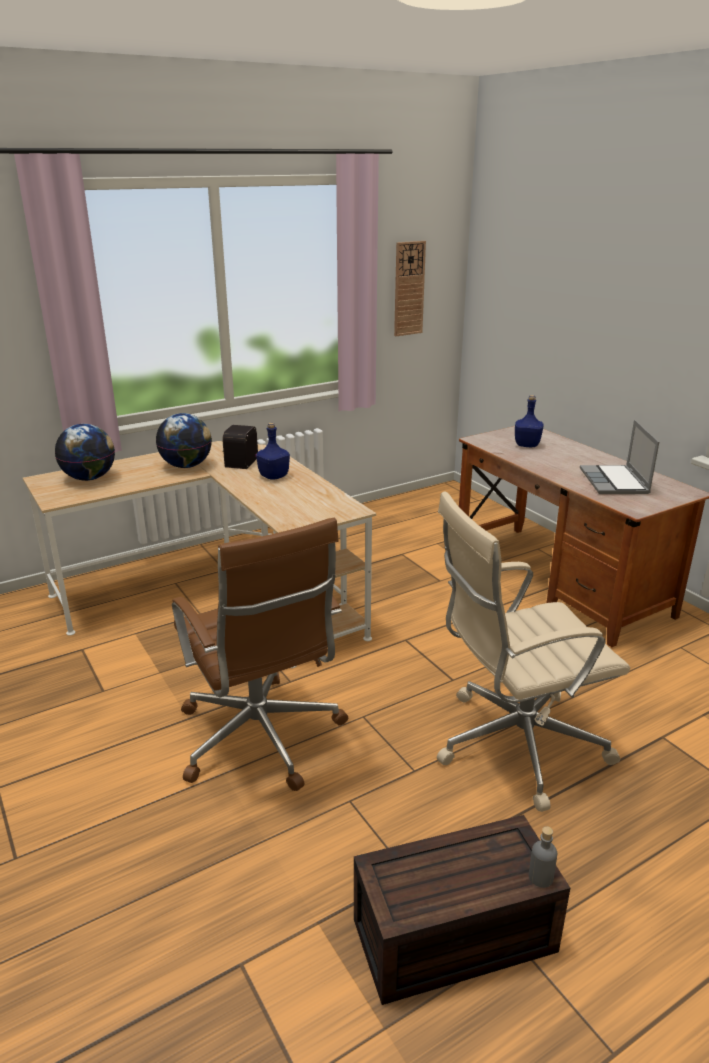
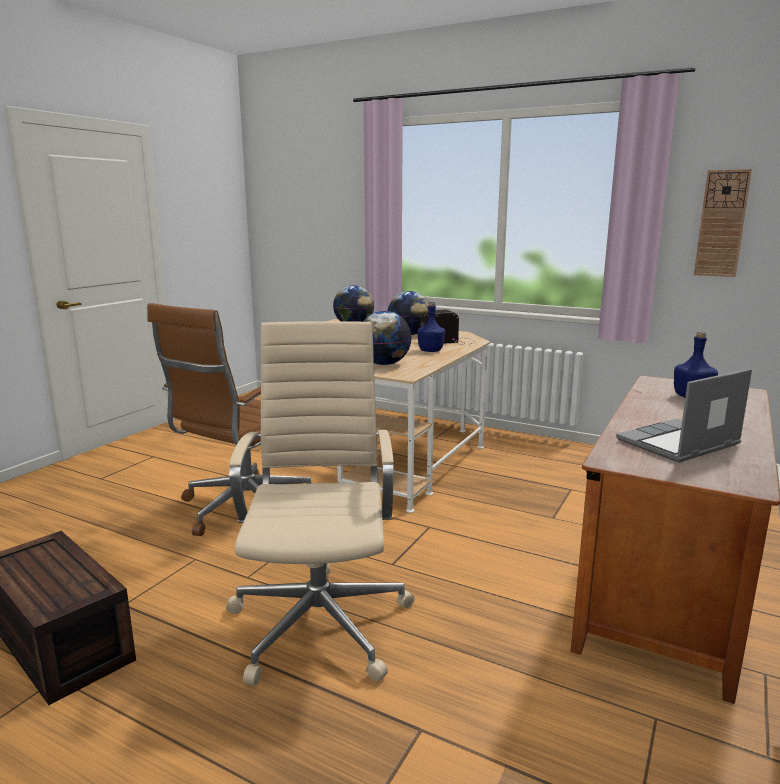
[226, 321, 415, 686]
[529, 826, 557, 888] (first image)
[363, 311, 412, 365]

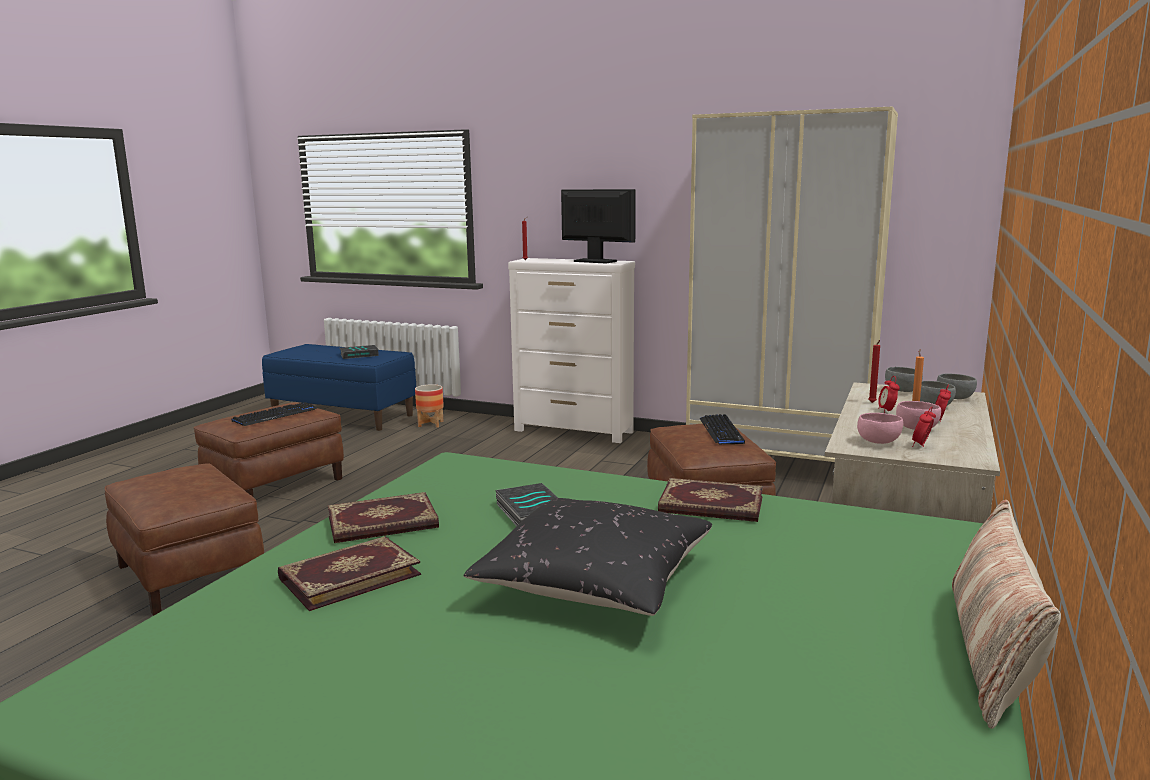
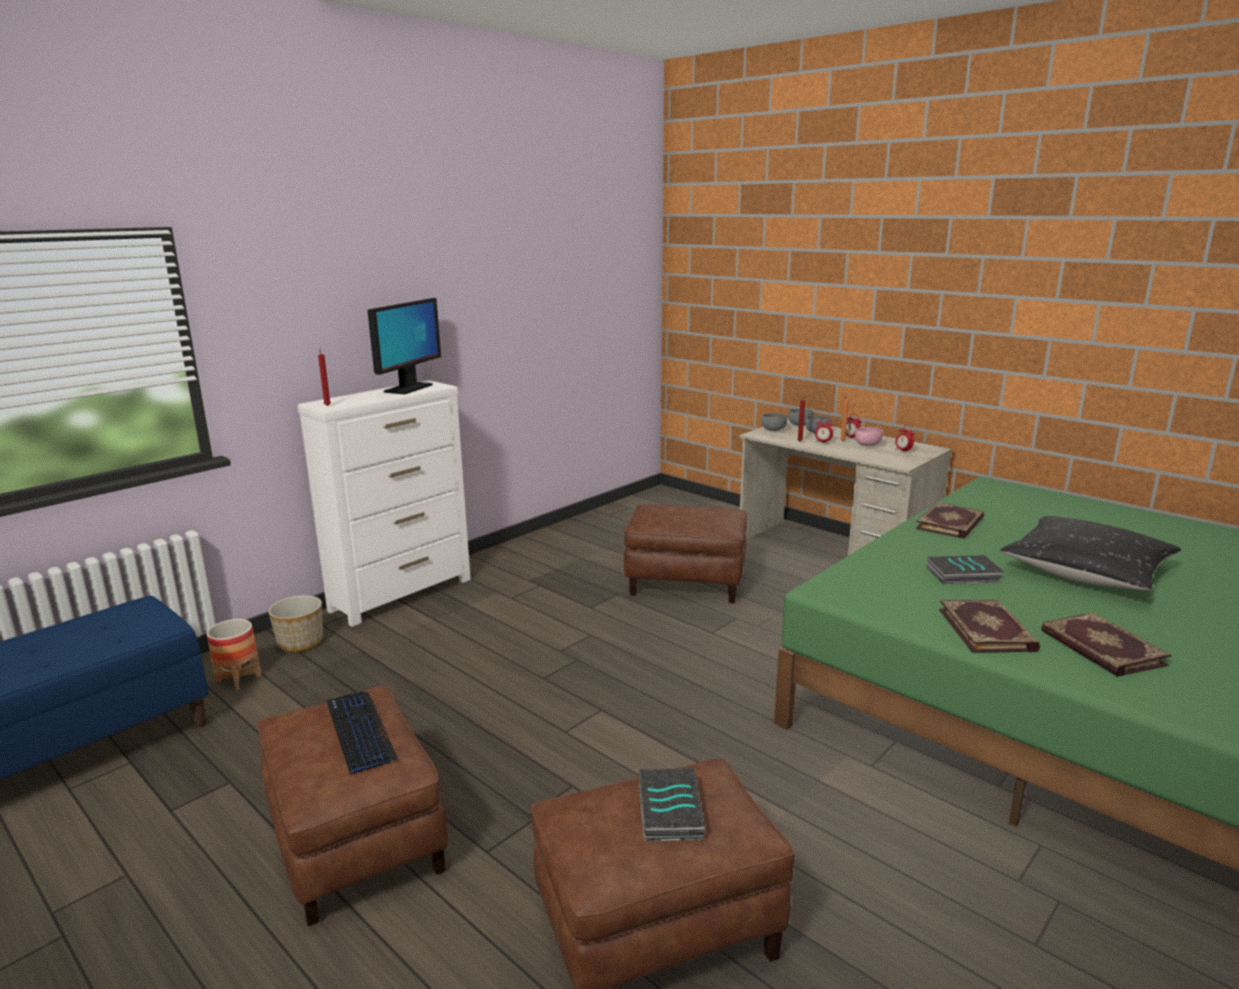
[639, 768, 705, 841]
[367, 298, 441, 395]
[686, 107, 898, 462] (first image)
[699, 414, 745, 444] (first image)
[857, 413, 903, 444] (first image)
[952, 500, 1061, 729] (first image)
[268, 595, 323, 652]

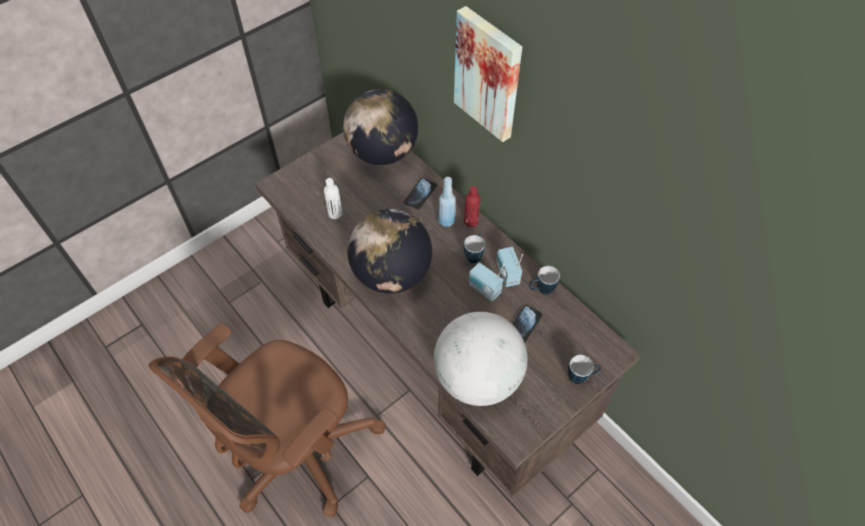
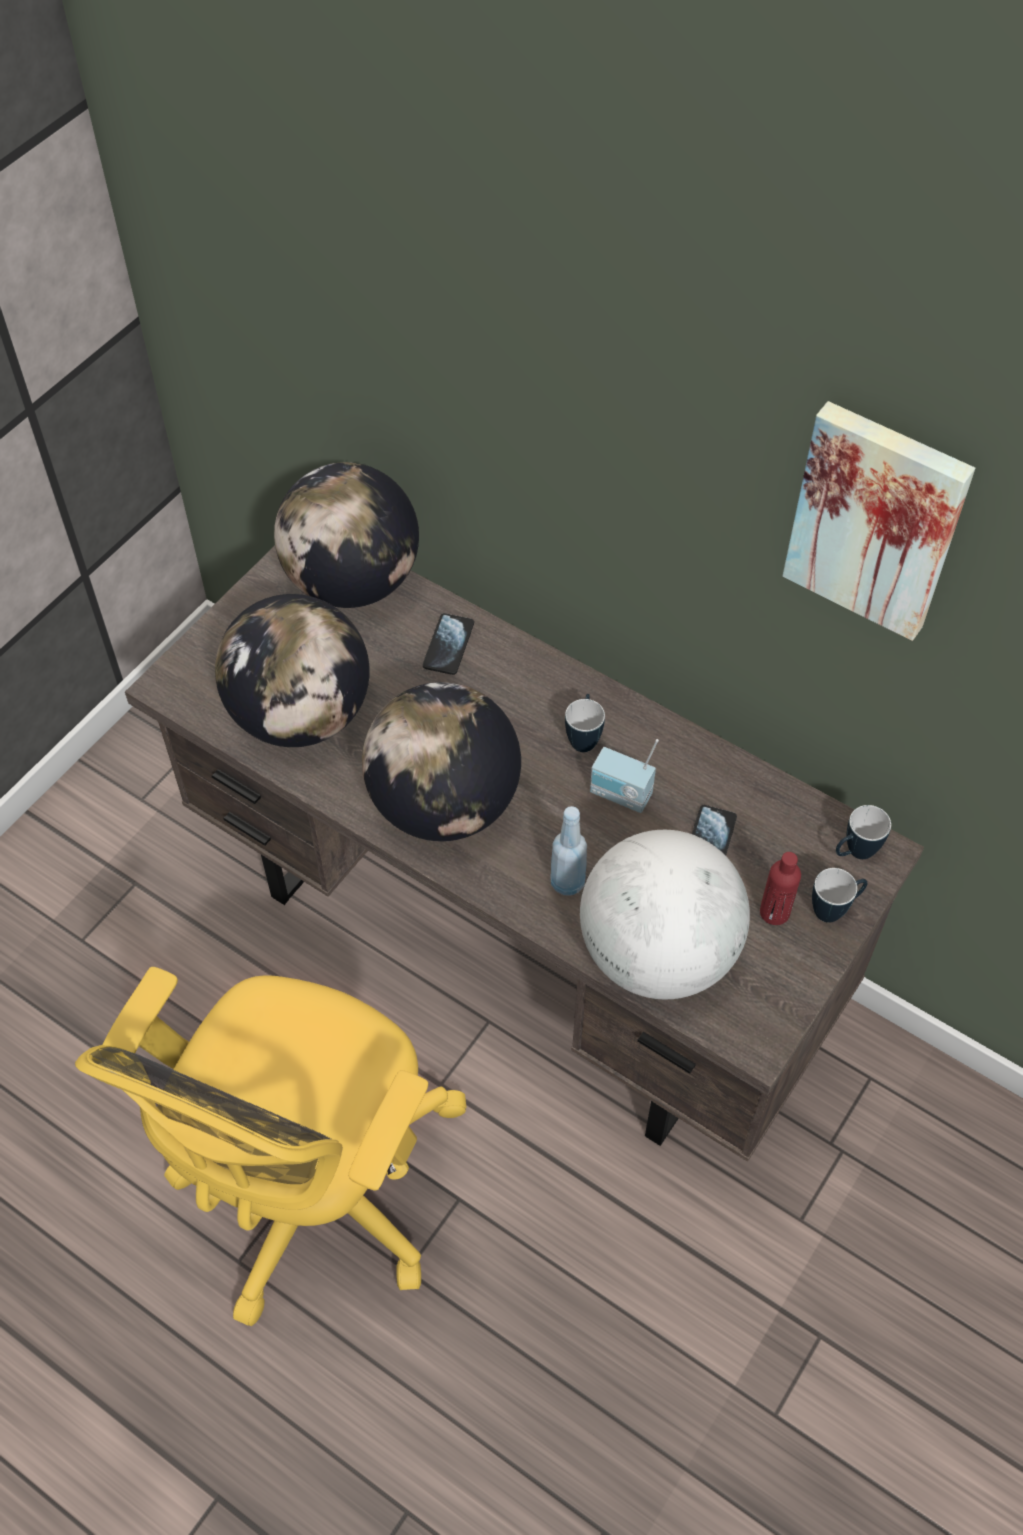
[75, 967, 467, 1326]
[215, 594, 370, 747]
[550, 806, 587, 896]
[783, 401, 975, 641]
[760, 852, 801, 925]
[497, 247, 523, 287] (first image)
[836, 805, 891, 859]

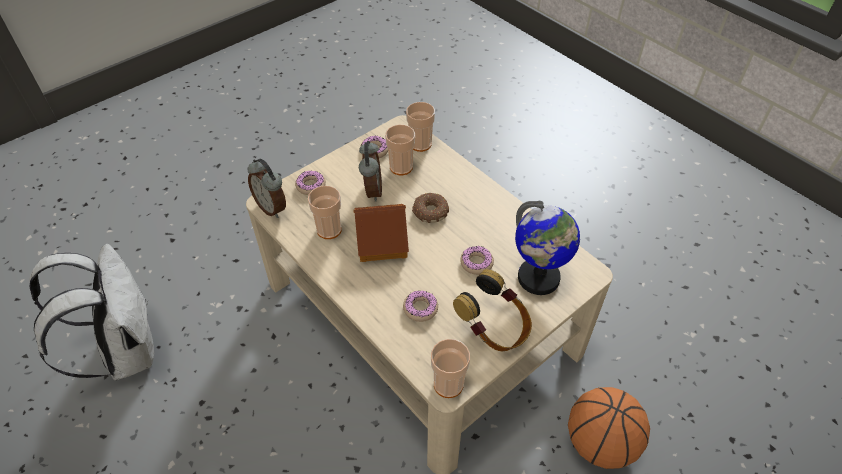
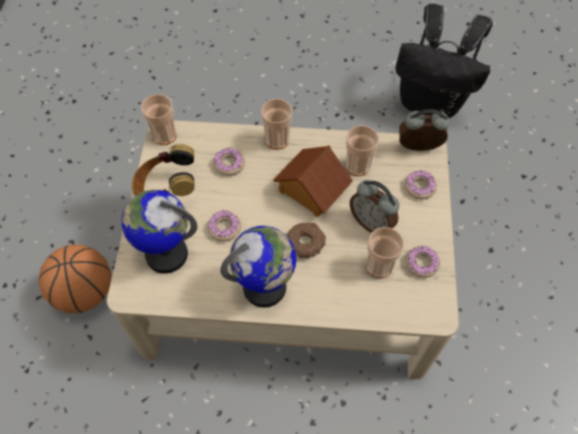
[395, 4, 493, 118]
[261, 99, 292, 150]
[220, 226, 296, 308]

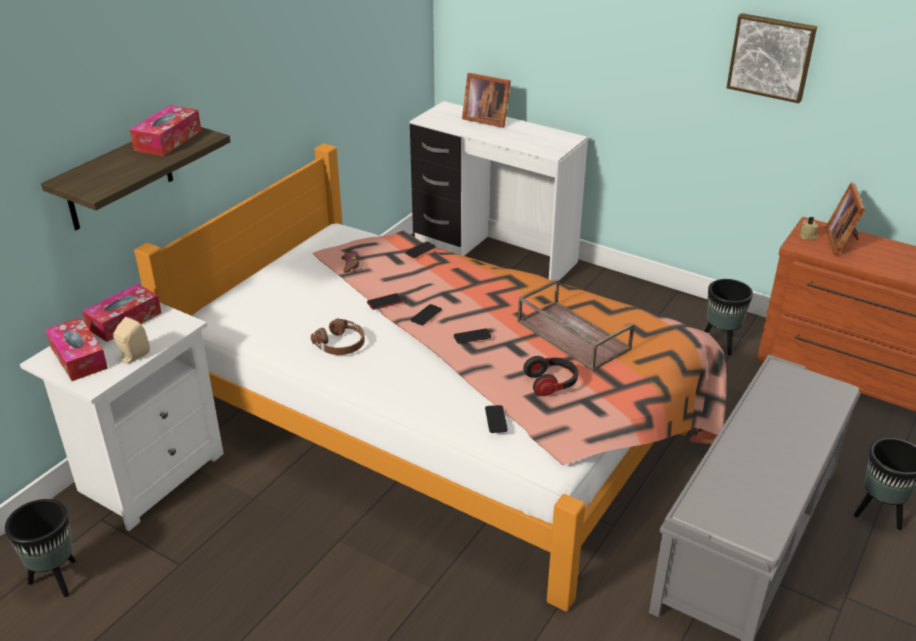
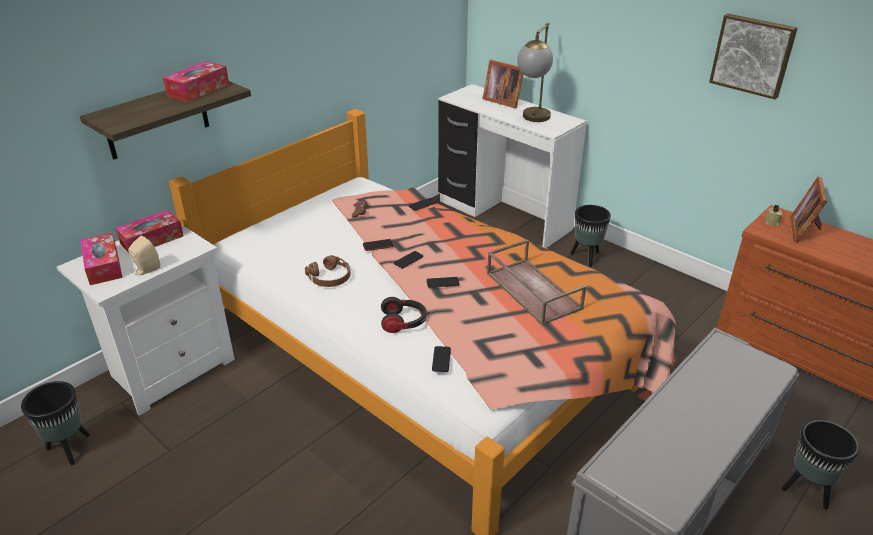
[381, 297, 426, 333]
[570, 205, 611, 267]
[517, 22, 553, 122]

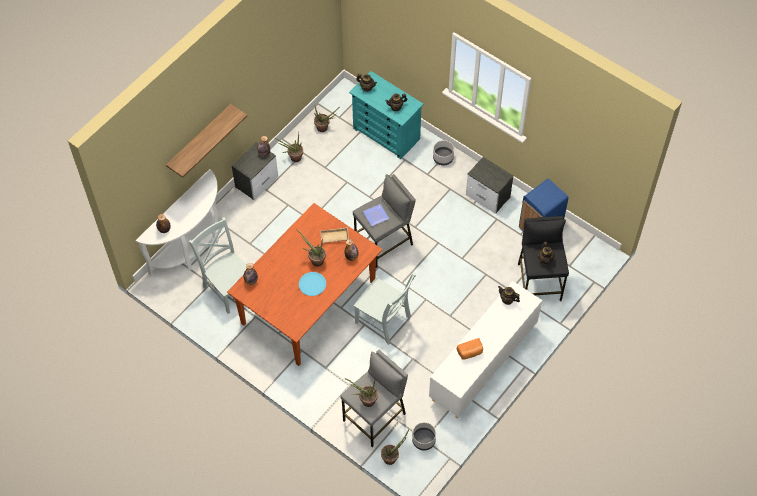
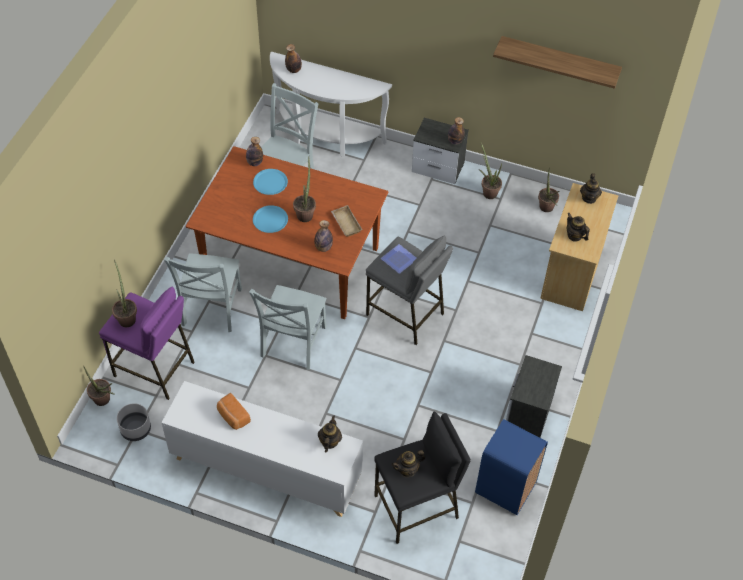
[493, 36, 622, 89]
[99, 287, 195, 400]
[540, 183, 618, 311]
[433, 140, 454, 166] (first image)
[164, 253, 242, 332]
[253, 169, 288, 195]

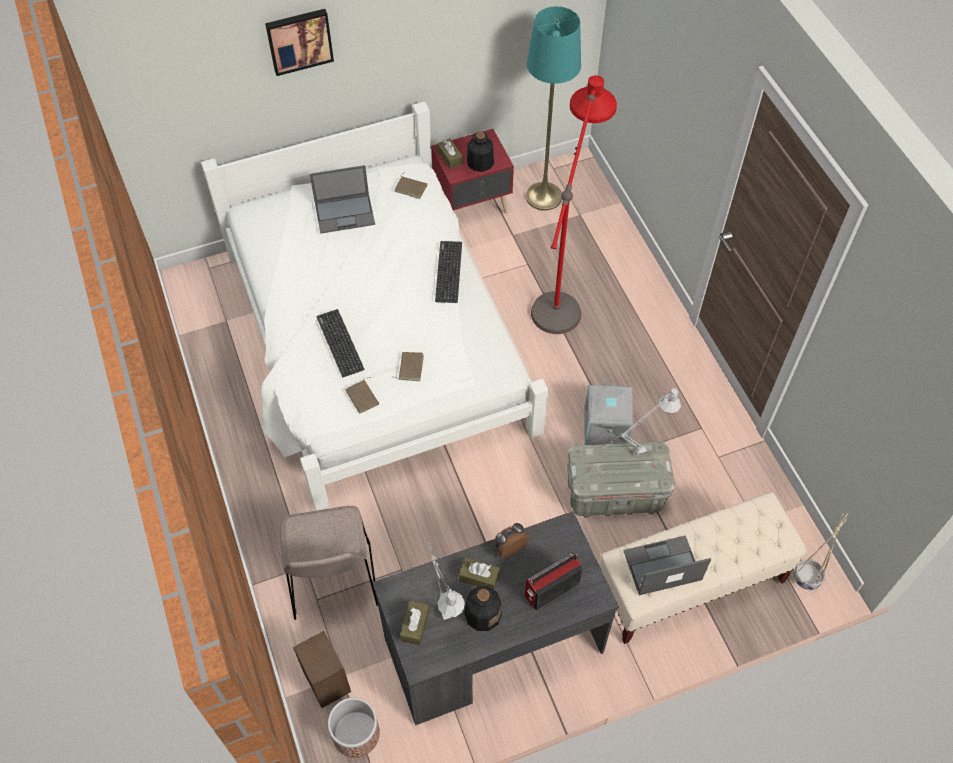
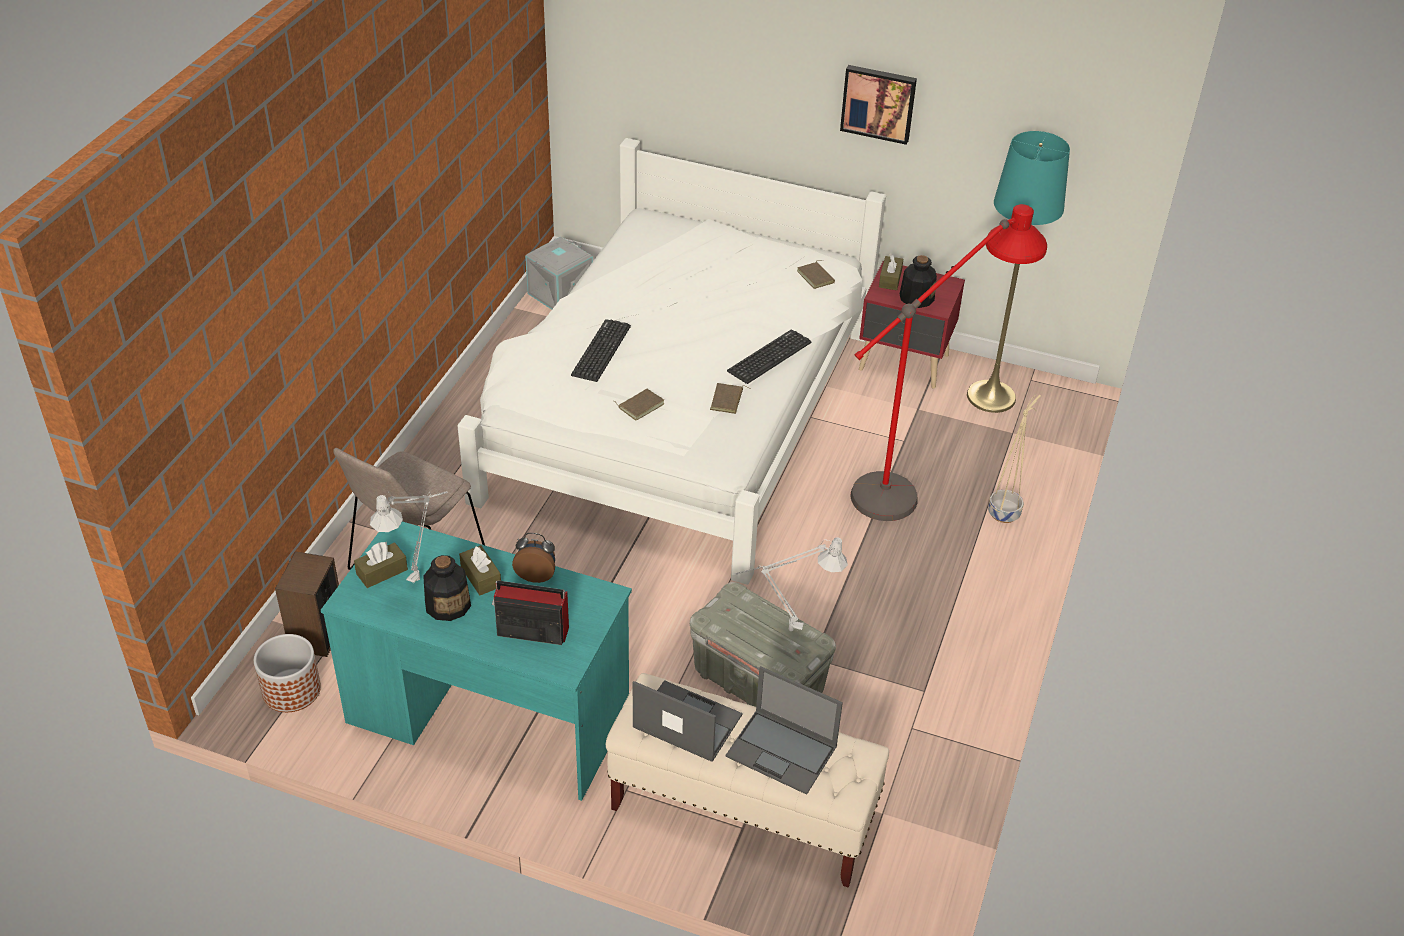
[840, 65, 917, 145]
[726, 666, 843, 795]
[710, 383, 751, 414]
[321, 521, 632, 801]
[525, 236, 593, 310]
[988, 395, 1041, 523]

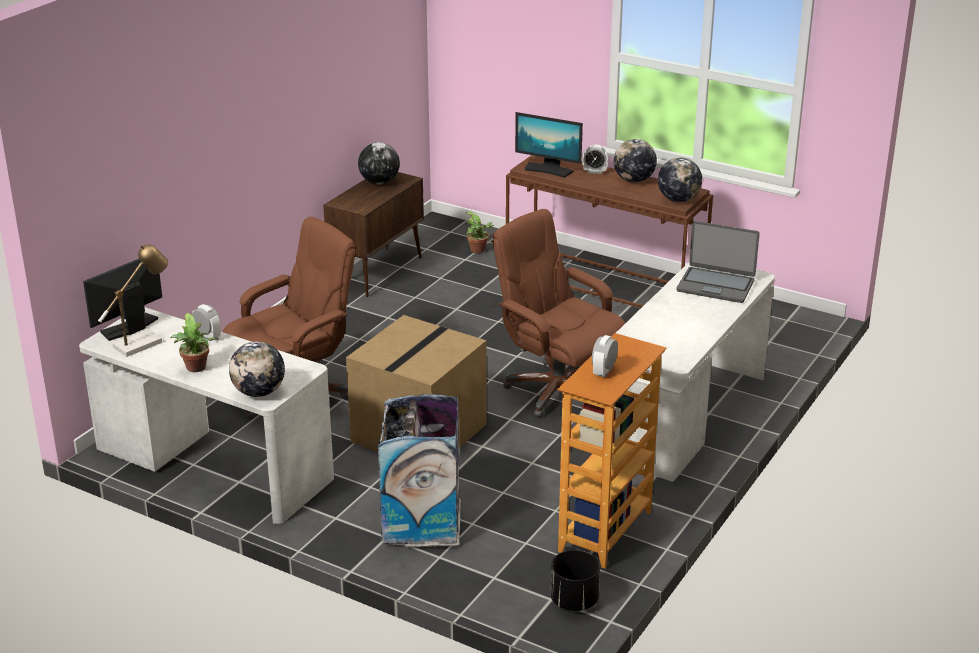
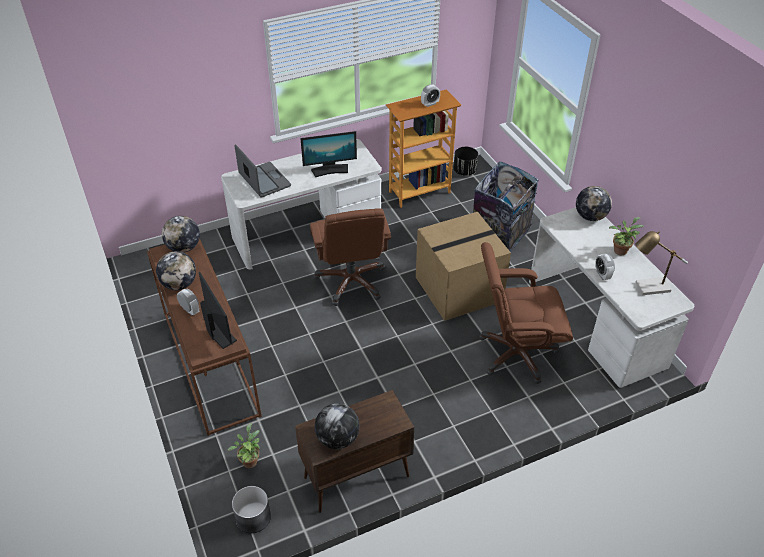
[300, 131, 357, 177]
[232, 486, 271, 533]

